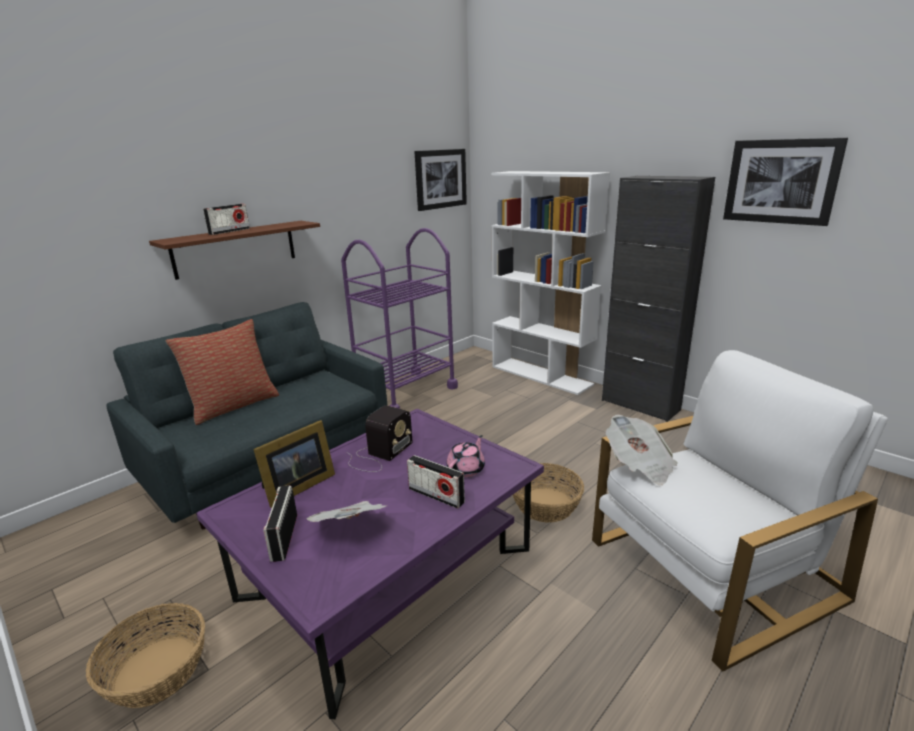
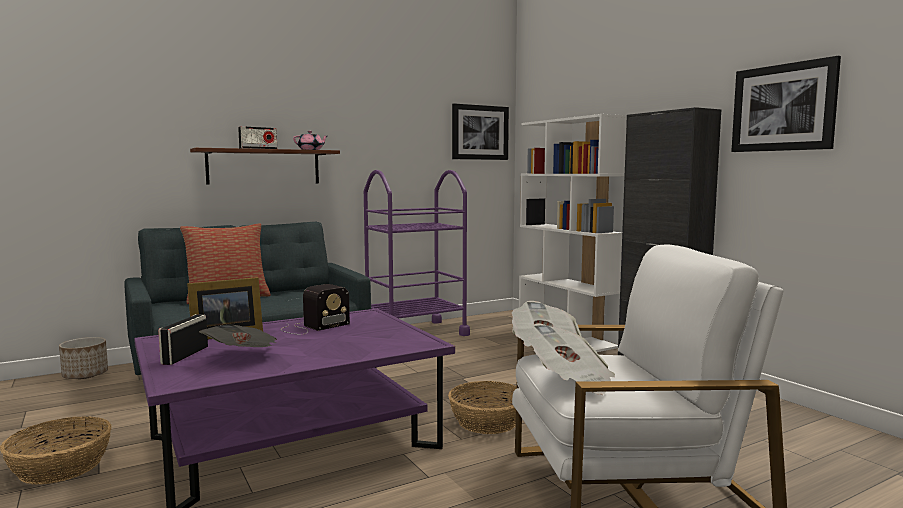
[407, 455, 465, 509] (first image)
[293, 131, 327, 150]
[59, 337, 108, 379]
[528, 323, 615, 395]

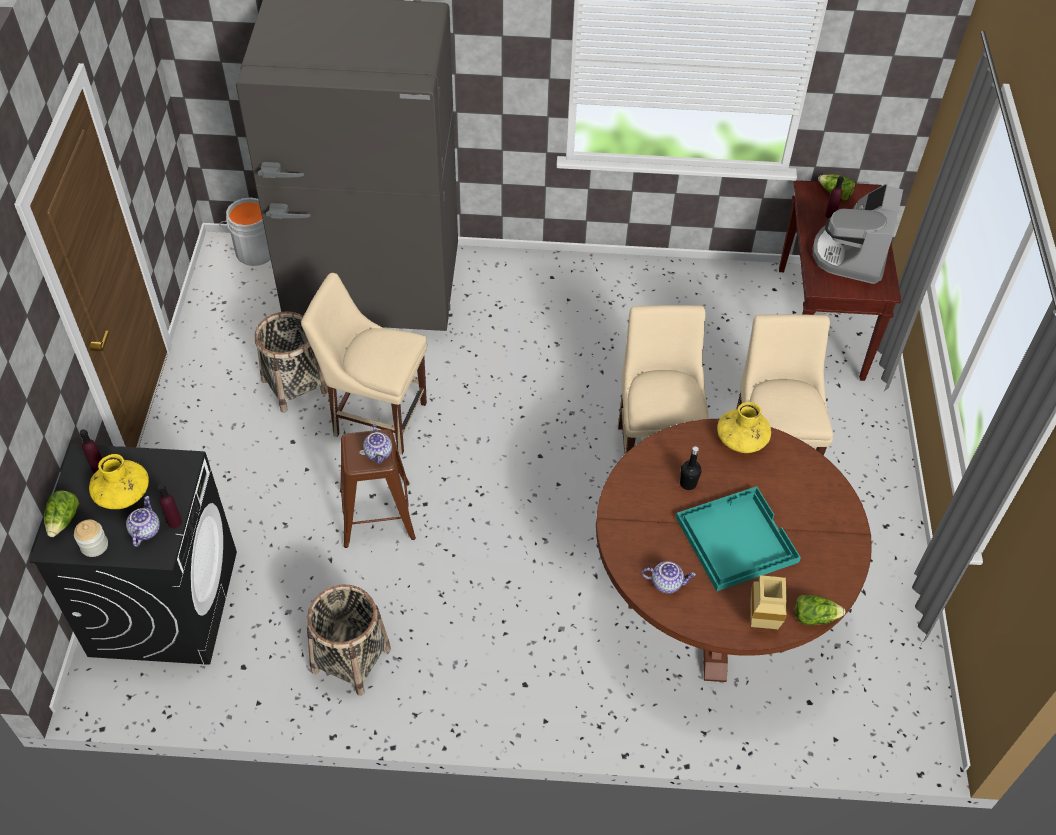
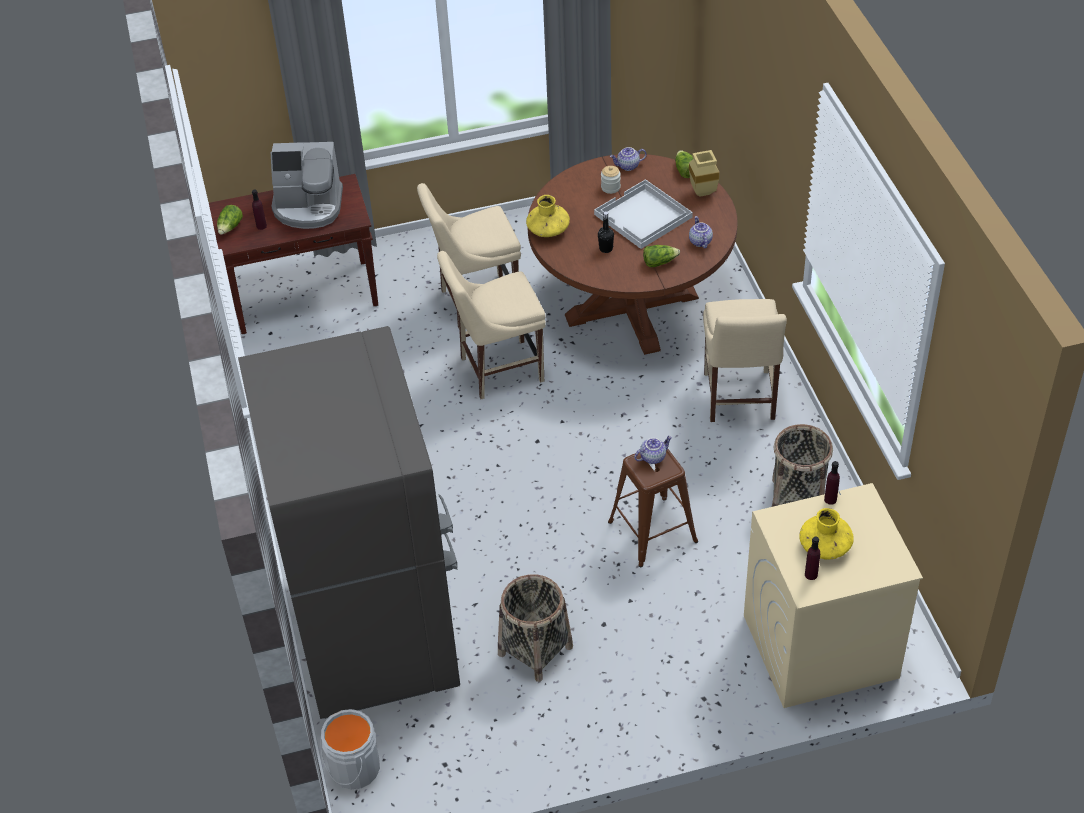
[744, 483, 923, 708]
[643, 245, 680, 267]
[601, 166, 621, 194]
[610, 147, 647, 171]
[703, 299, 787, 422]
[594, 179, 693, 249]

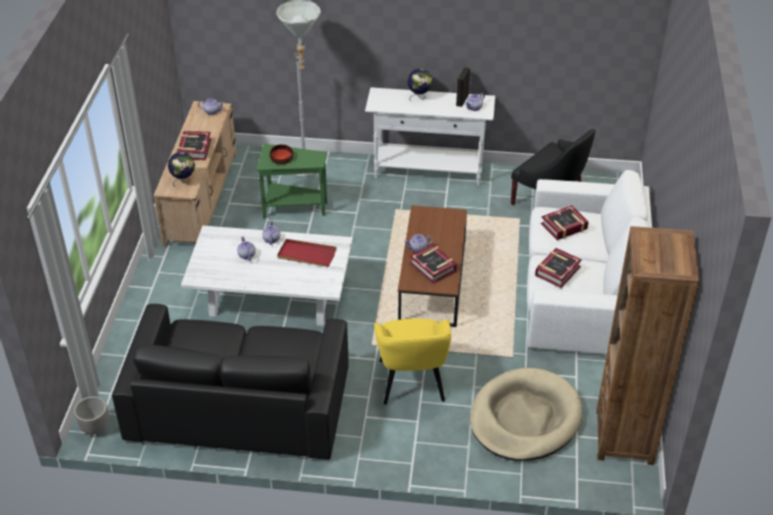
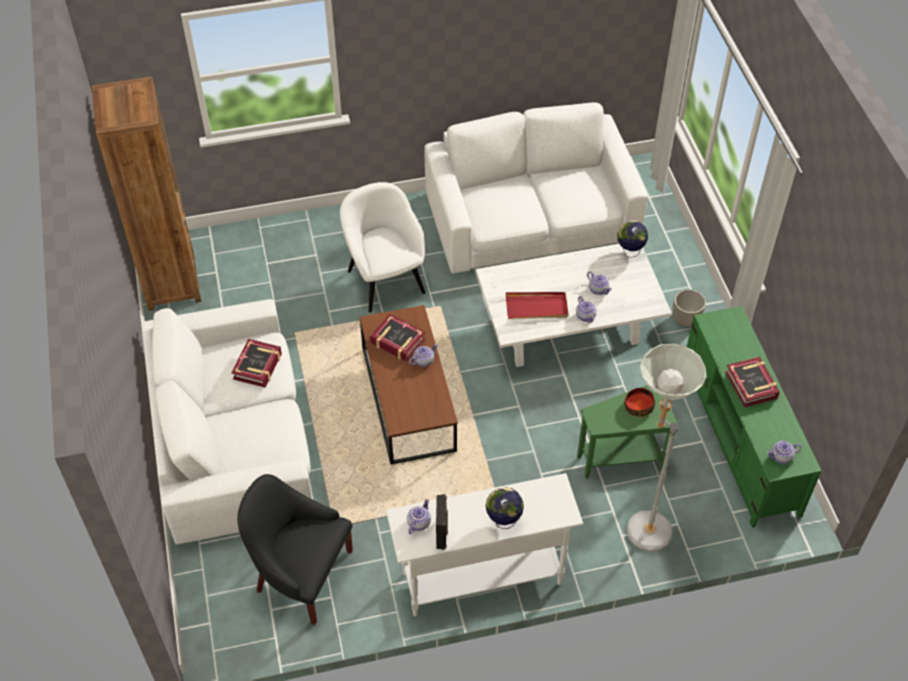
[673, 289, 706, 327]
[424, 102, 648, 273]
[687, 306, 822, 528]
[618, 221, 648, 258]
[340, 182, 425, 312]
[470, 368, 582, 461] (first image)
[541, 205, 589, 240] (first image)

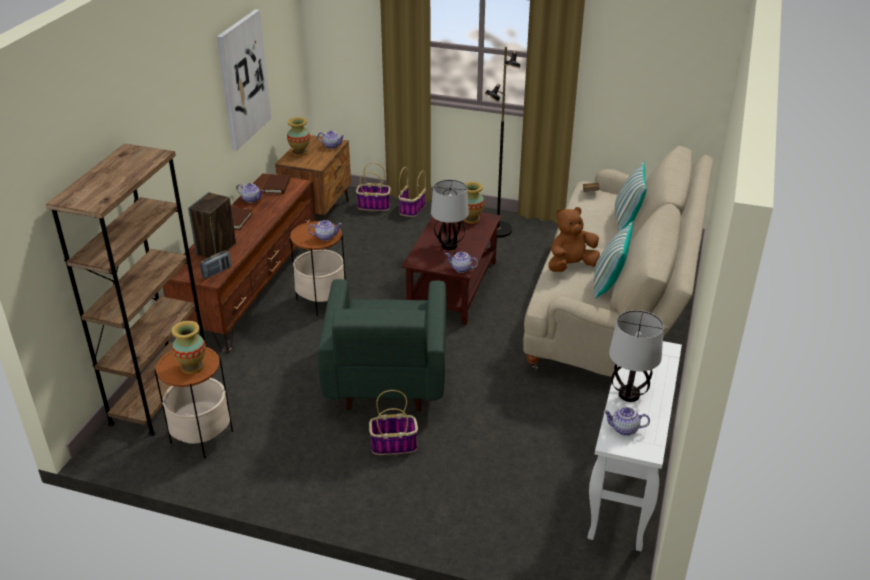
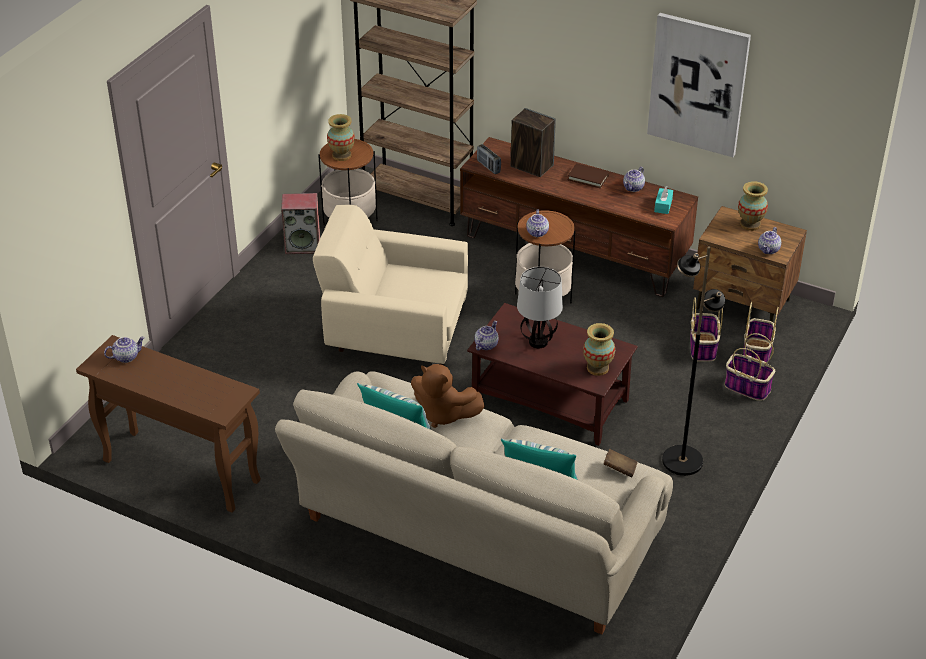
[654, 186, 673, 214]
[313, 205, 468, 365]
[690, 297, 723, 362]
[411, 364, 485, 428]
[76, 335, 261, 513]
[104, 337, 145, 363]
[609, 310, 664, 402] (first image)
[281, 193, 321, 254]

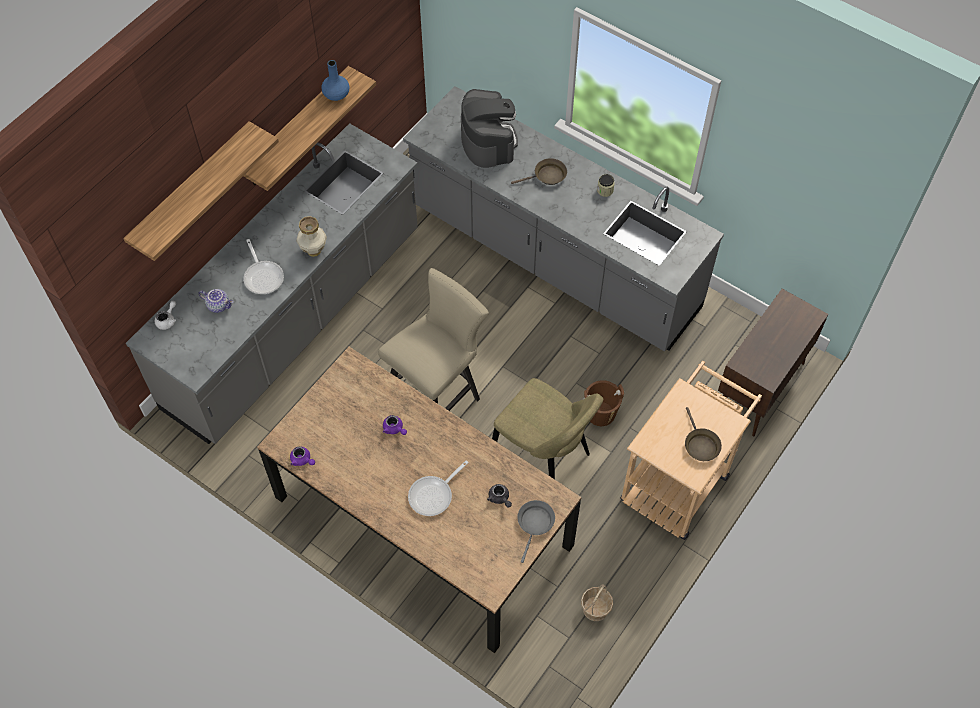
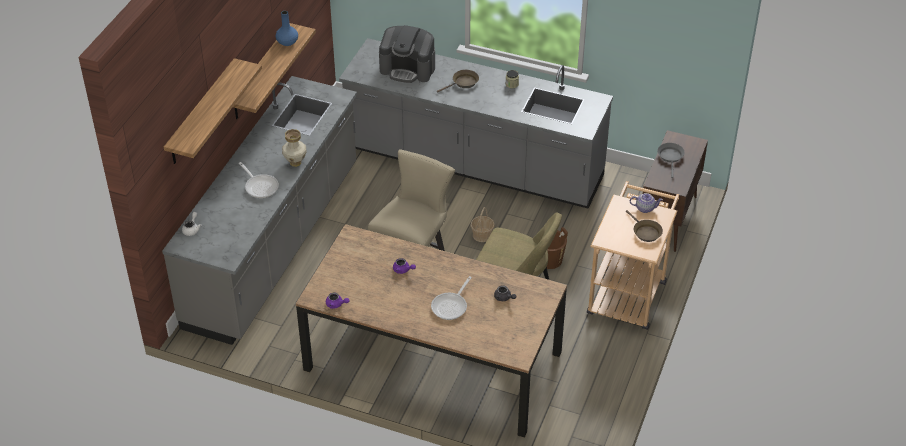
[630, 193, 663, 213]
[379, 25, 435, 83]
[657, 143, 685, 178]
[470, 207, 495, 242]

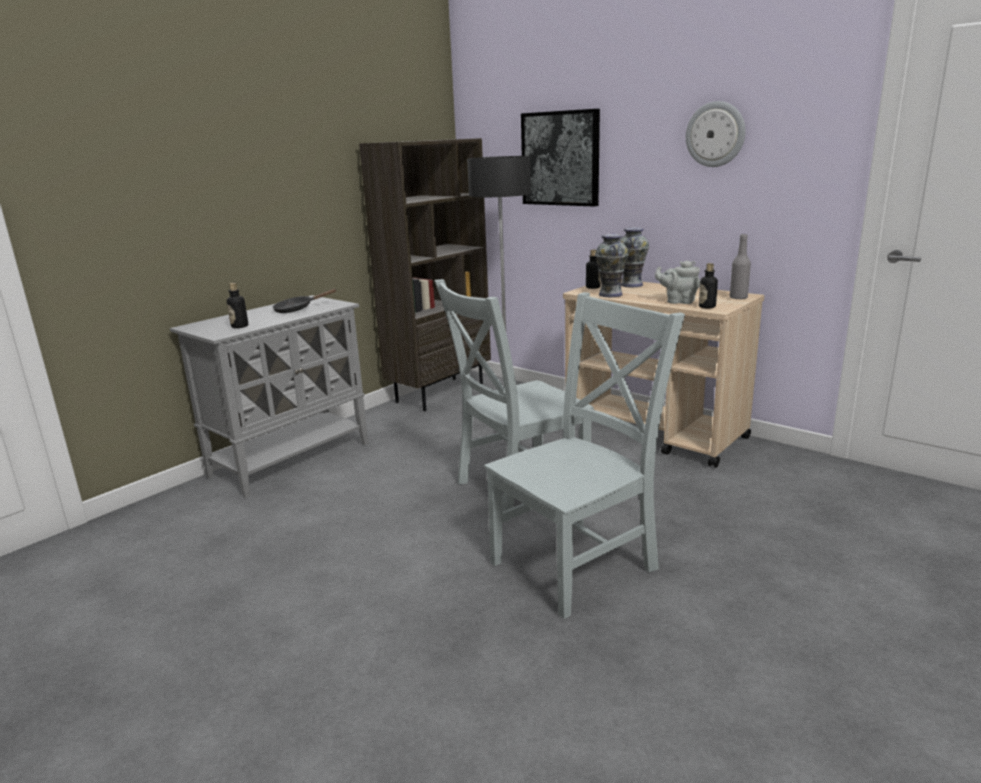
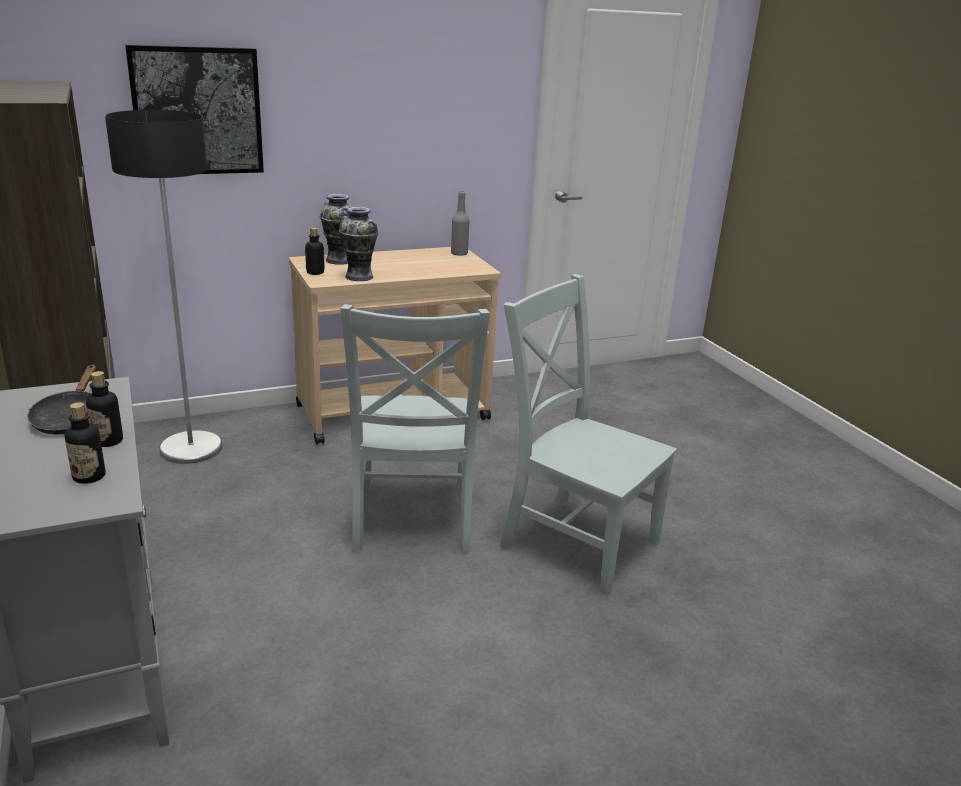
[500, 274, 677, 596]
[655, 260, 700, 304] (first image)
[686, 101, 746, 167] (first image)
[86, 371, 123, 447]

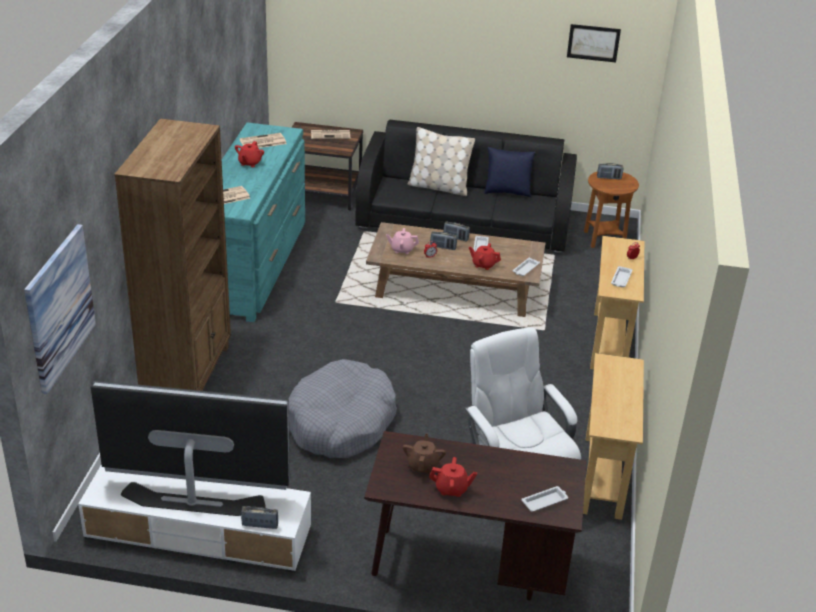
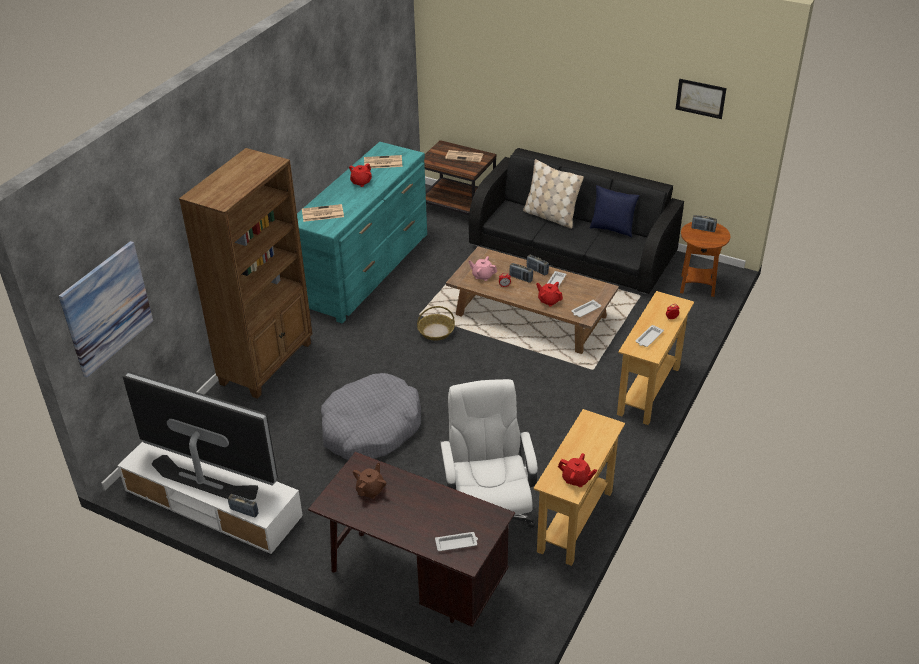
[558, 453, 597, 487]
[417, 306, 455, 341]

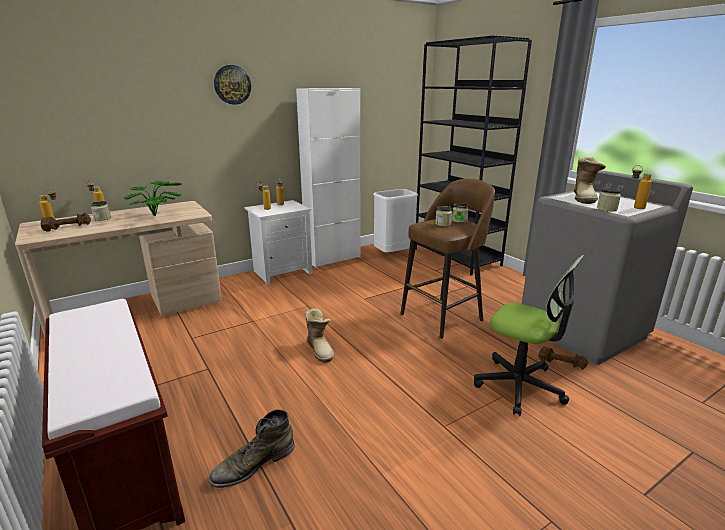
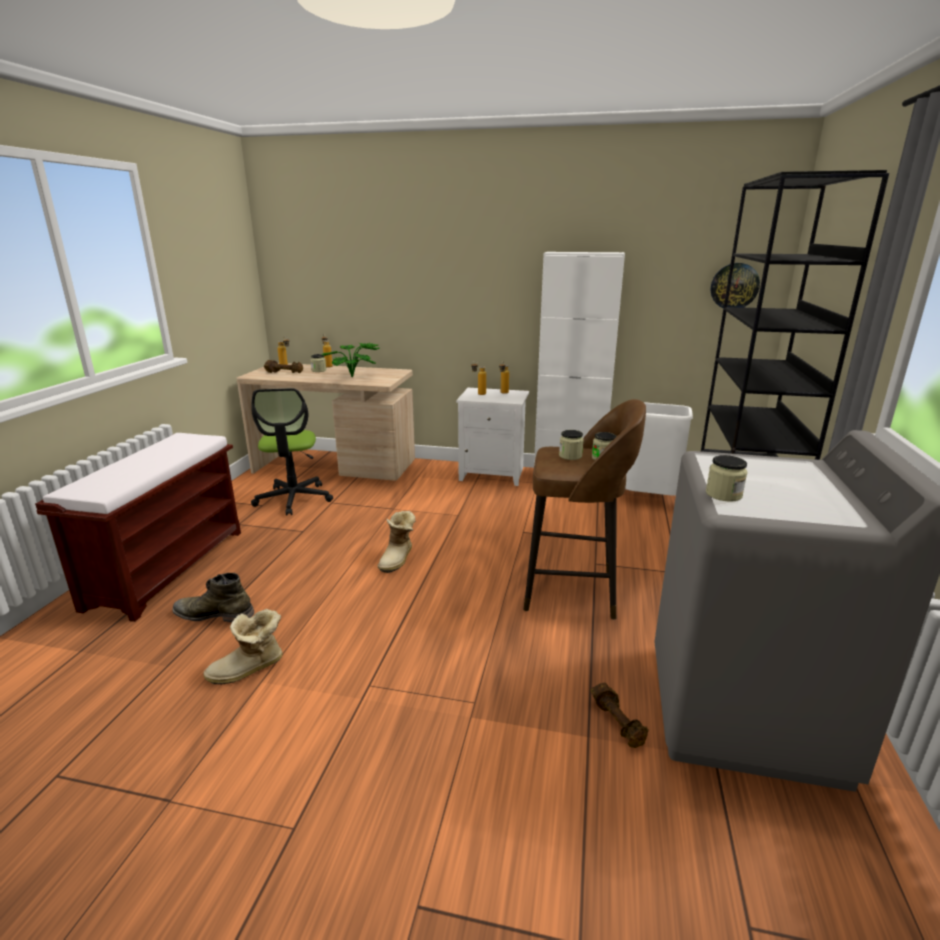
[711, 263, 760, 308]
[251, 388, 333, 516]
[203, 609, 283, 685]
[632, 165, 652, 209] (first image)

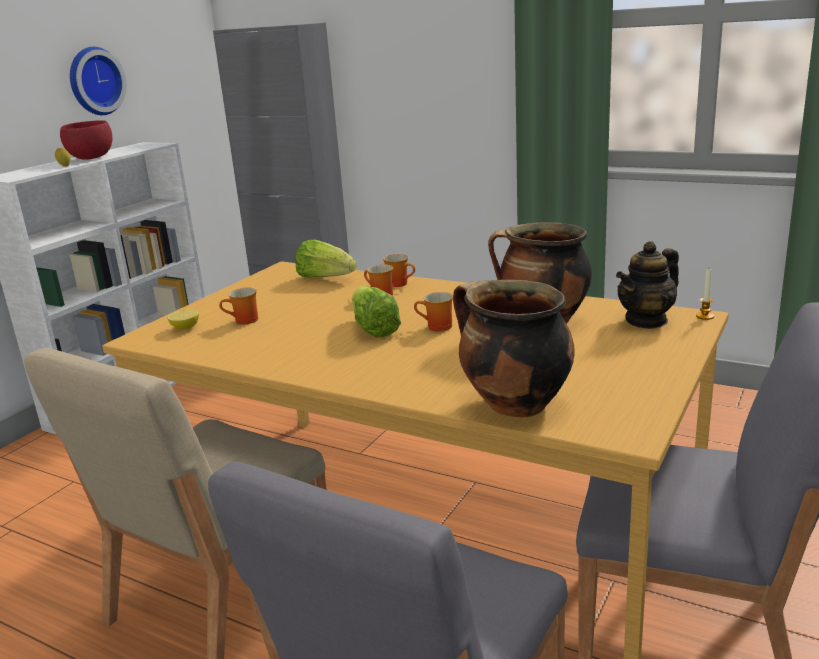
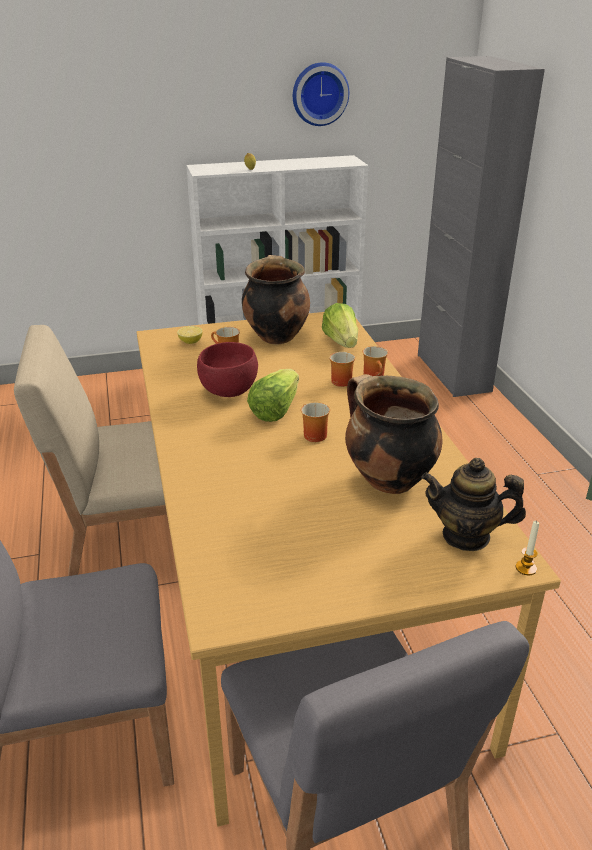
[197, 342, 258, 397]
[242, 255, 310, 345]

